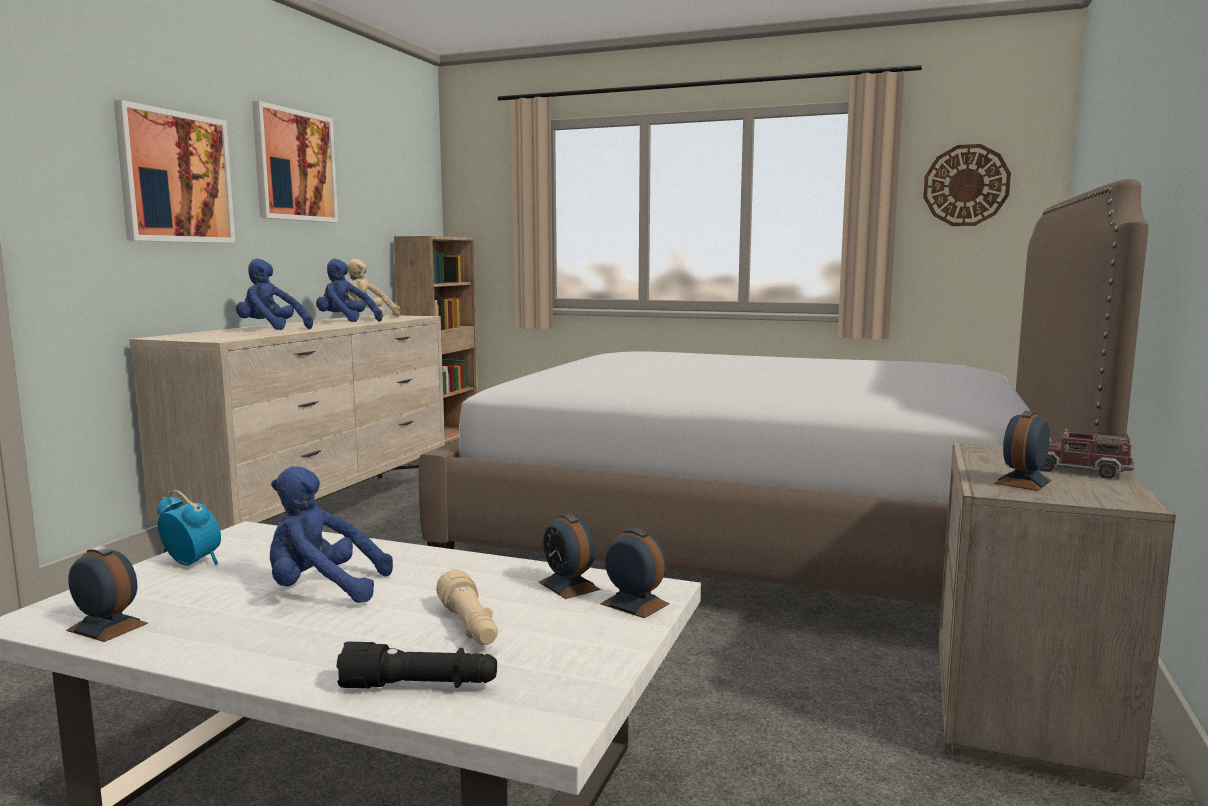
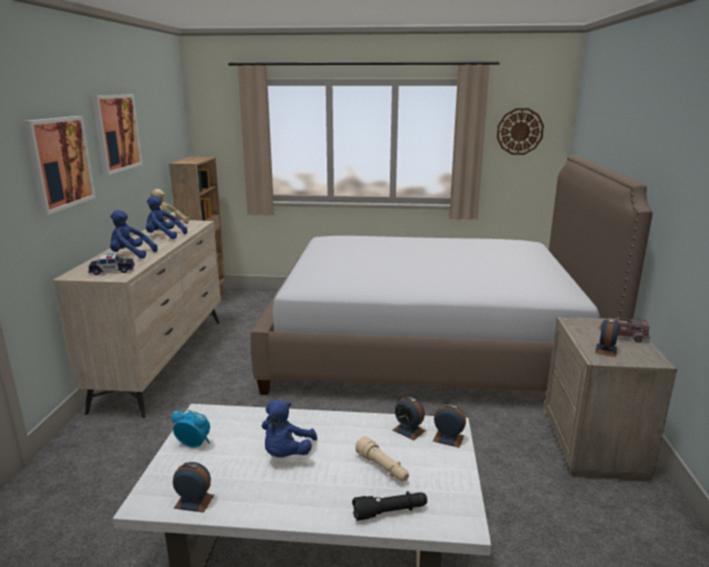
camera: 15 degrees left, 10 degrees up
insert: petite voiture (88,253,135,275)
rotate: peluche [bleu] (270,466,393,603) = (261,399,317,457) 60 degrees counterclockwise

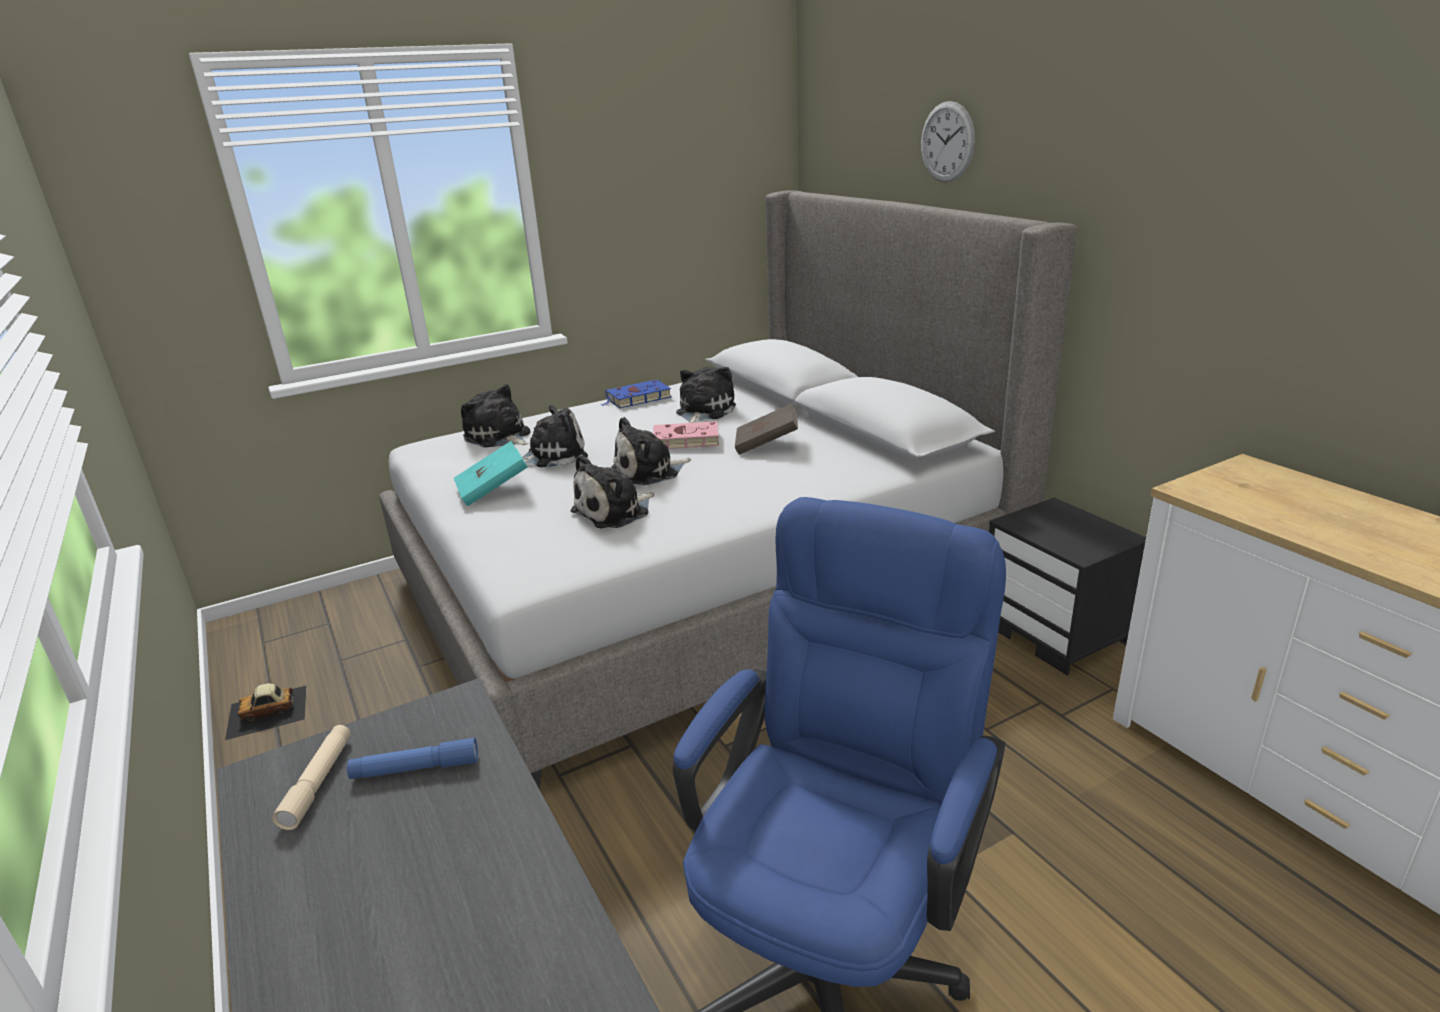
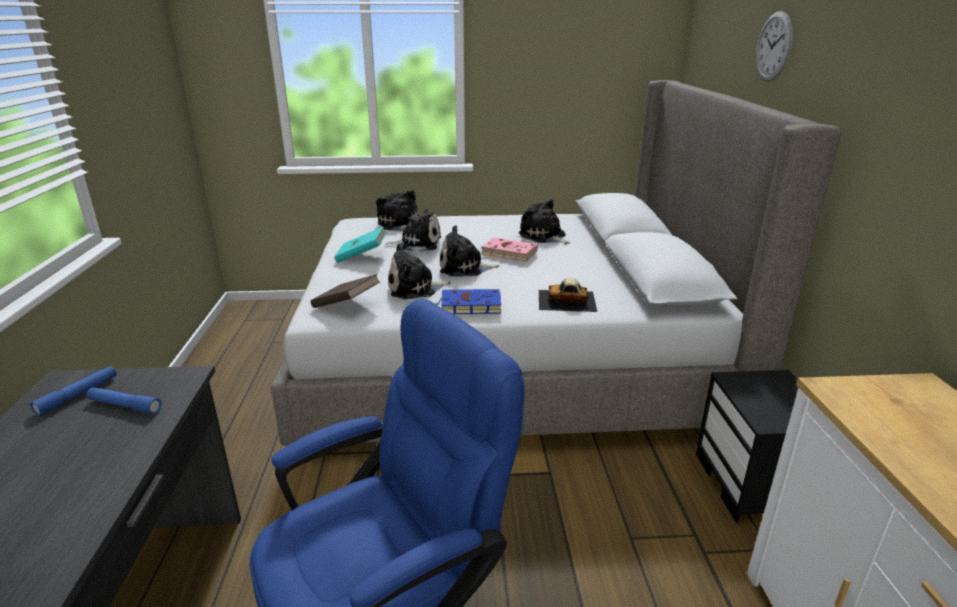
camera: 25 degrees right, 0 degrees up
move: livre [bleu] (600,380,672,408) to (435,289,501,314); livre [marron] (735,403,798,455) to (311,274,380,308); petite voiture (225,683,306,740) to (539,278,597,312)
recolor: lampe de poche [beige] (272,725,351,830) to lampe de poche [bleu] (30,366,117,416)
rotate: peluche (676,367,736,423) = (519,199,570,244) 90 degrees counterclockwise

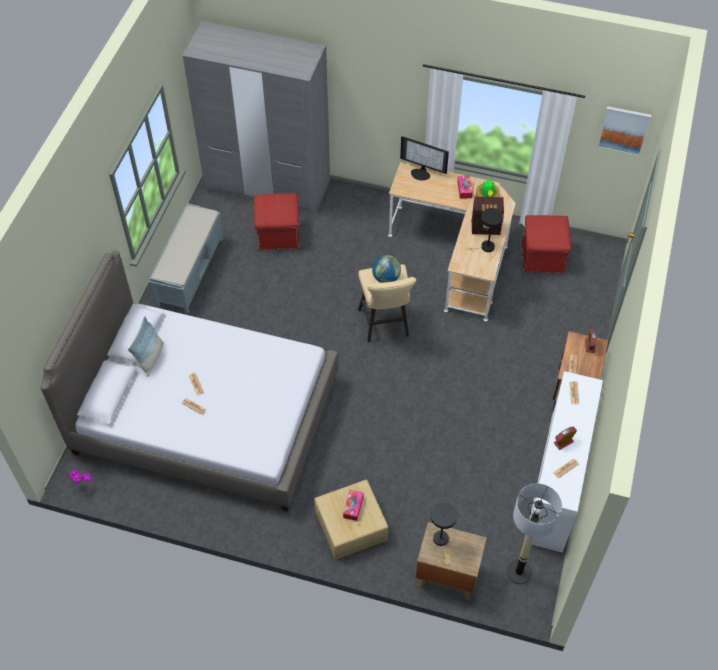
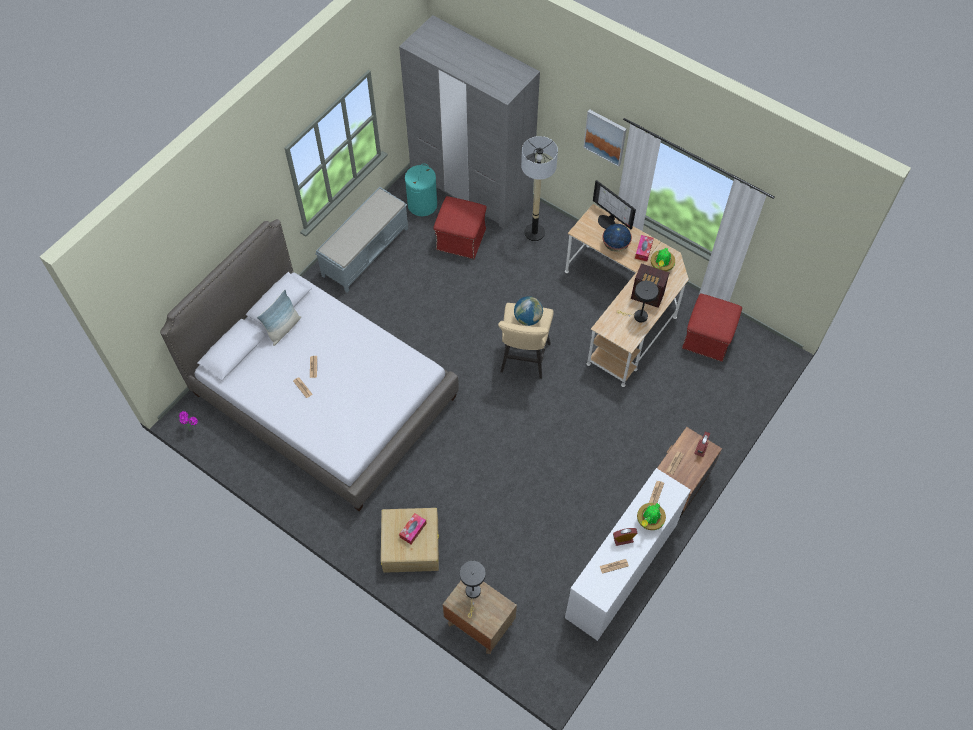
camera: 20 degrees right, 5 degrees up
insert: panier à linge [turquoise] (405,163,437,216); globe (602,224,632,252); plante en pot (637,503,666,530)
move: tableau (597,106,651,156) to (583,109,626,167); lampadaire (506,483,562,585) to (521,136,558,241)

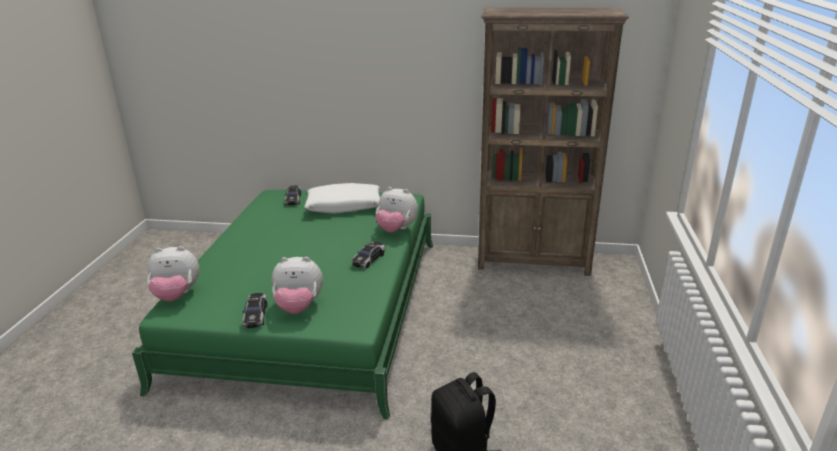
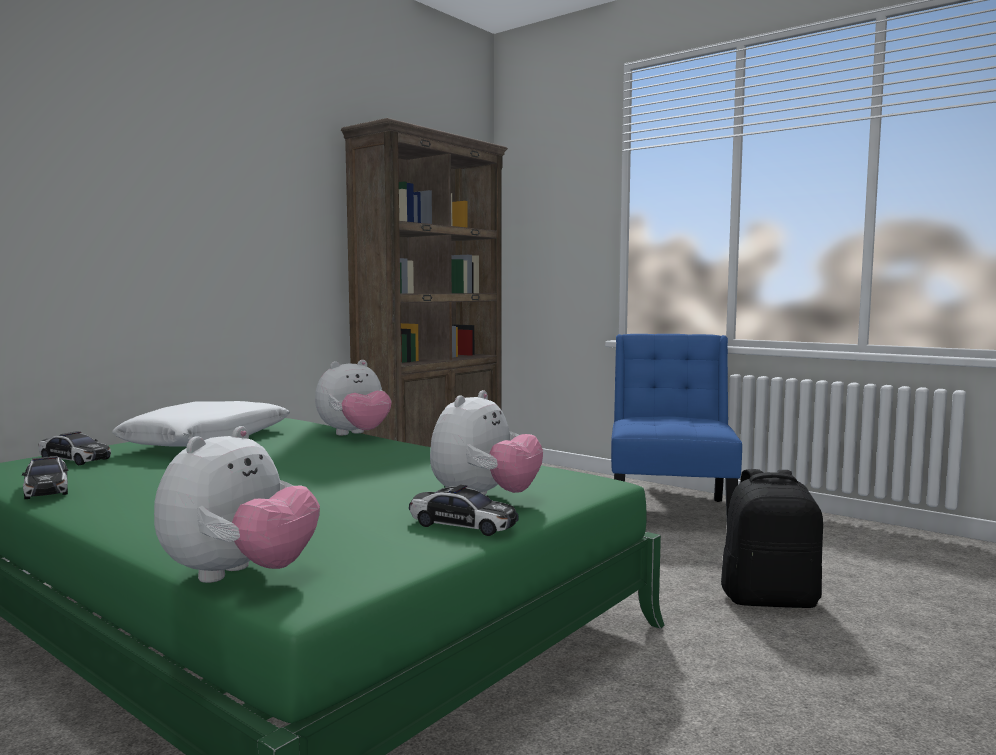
camera: 60 degrees left, 20 degrees down
insert: chaise [bleu] (611,334,742,520)
move: petite voiture (352,242,385,268) to (22,456,68,499)

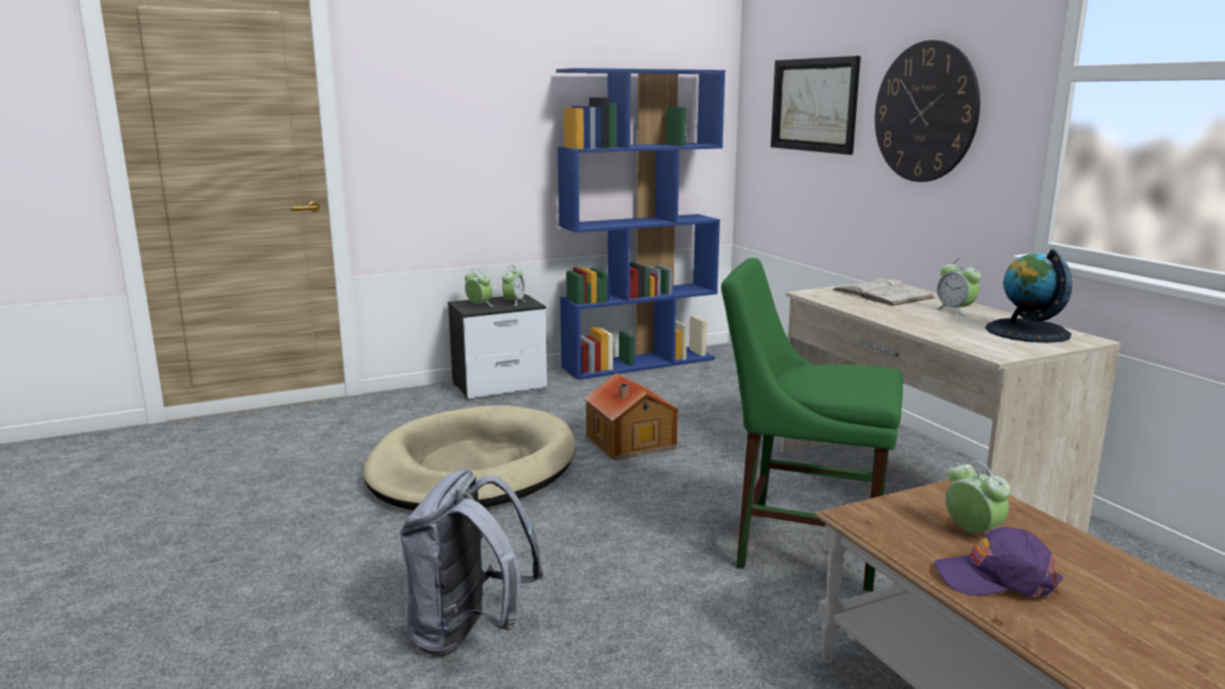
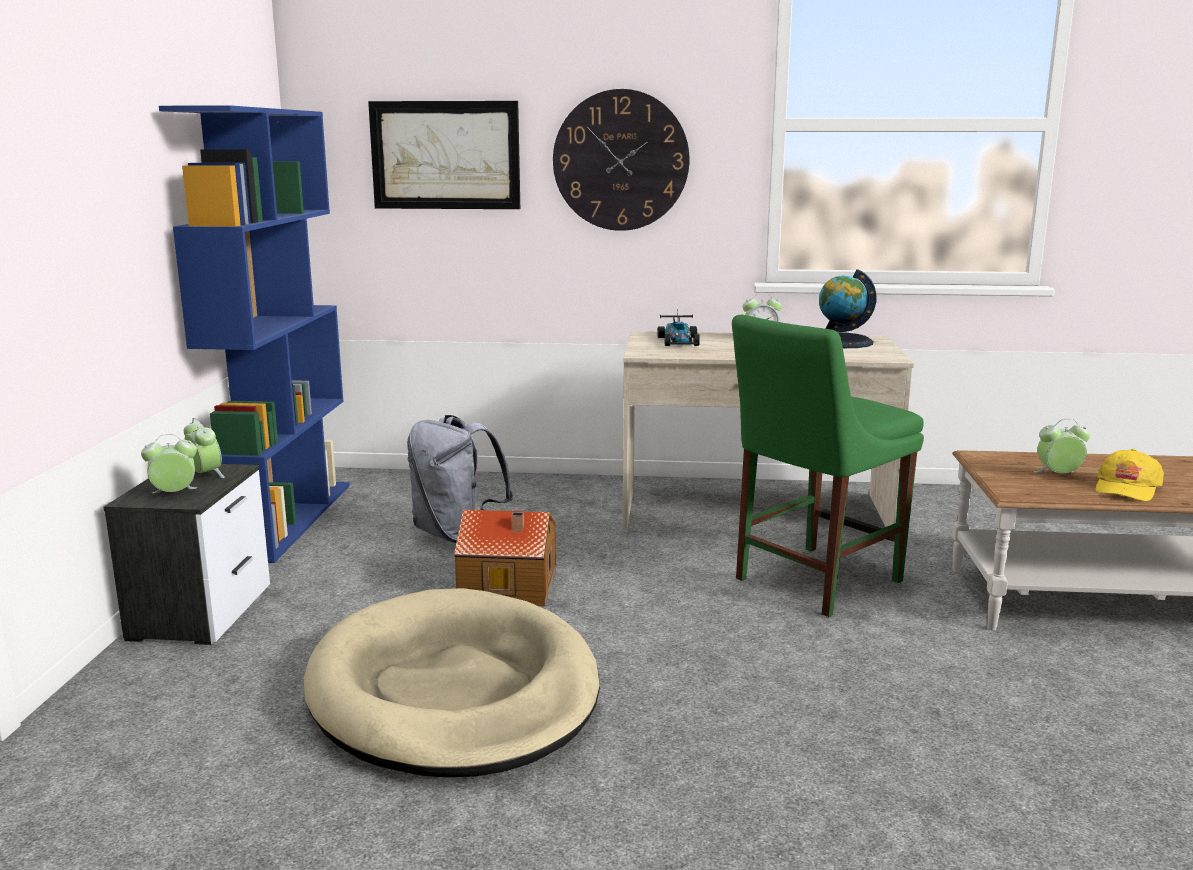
camera: 60 degrees left, 0 degrees up
move: sac à dos [gris] (400,469,544,656) to (407,415,513,543)
replace: livre [blanc] (832,277,935,306) to petite voiture (657,309,700,346)
recolor: casquette [violet] (934,527,1063,597) to casquette [jaune] (1096,449,1164,501)

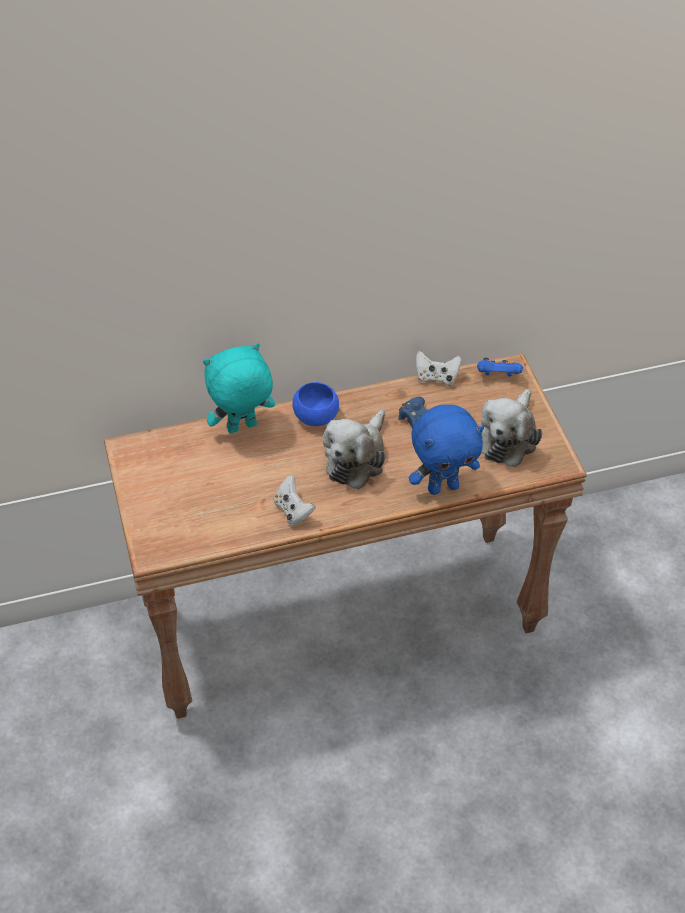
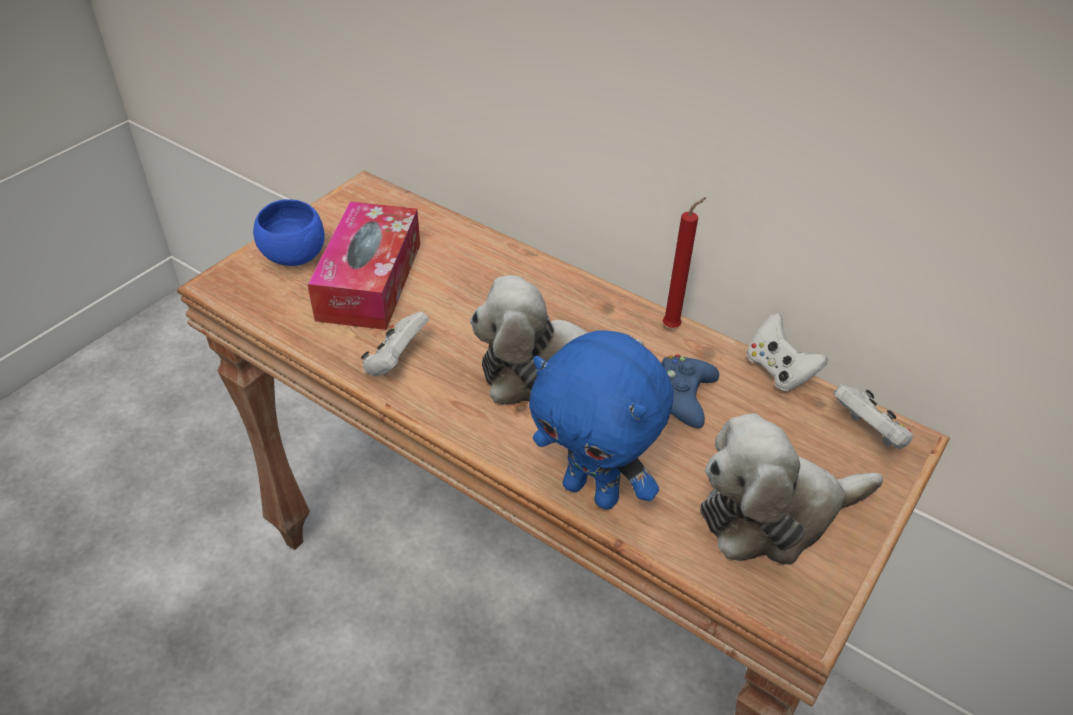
camera: 50 degrees right, 5 degrees down
delete: peluche [turquoise] (203,343,275,434)
insert: bougie [rouge] (663,197,707,328); boîte à mouchoirs (307,201,420,330)
move: bol [bleu] (292,382,339,426) to (253,199,325,266)
recolor: manette [bleu] (477,357,523,376) to manette [blanc] (833,385,913,449)

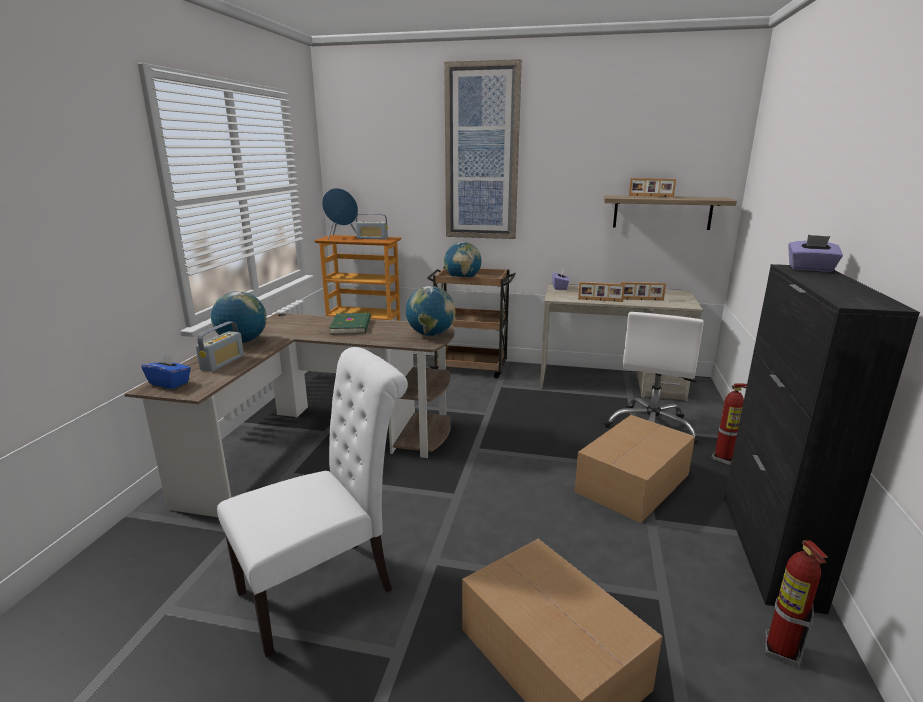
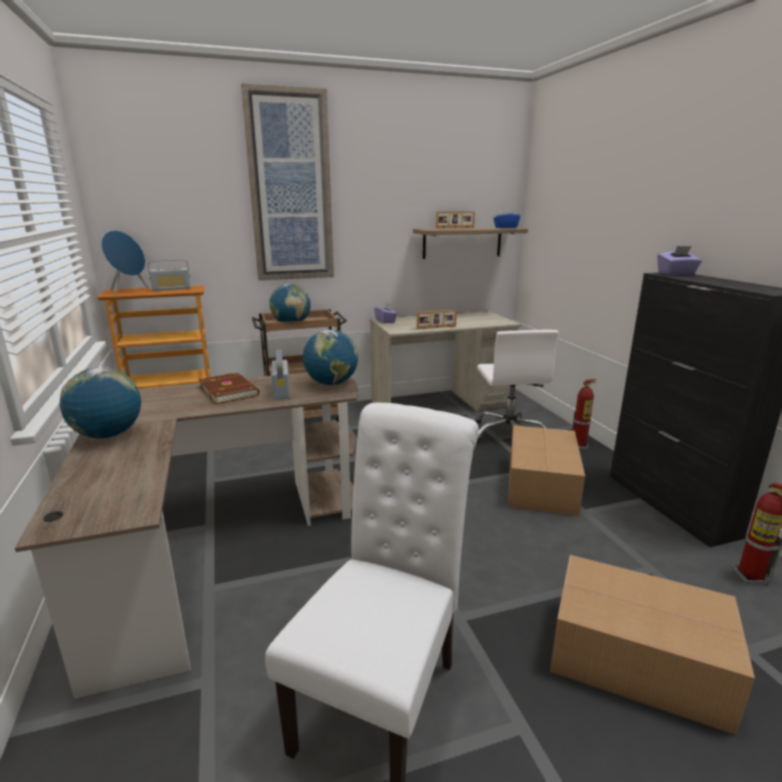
camera: 30 degrees left, 0 degrees up
delete: cadre photo (620,282,666,301)
move: radio (196,321,244,372) to (272,350,290,400); boîte à mouchoirs [bleu] (141,352,191,389) to (493,209,520,228)
recolor: livre [vert] (329,313,371,334) to livre [marron] (198,372,259,404)

